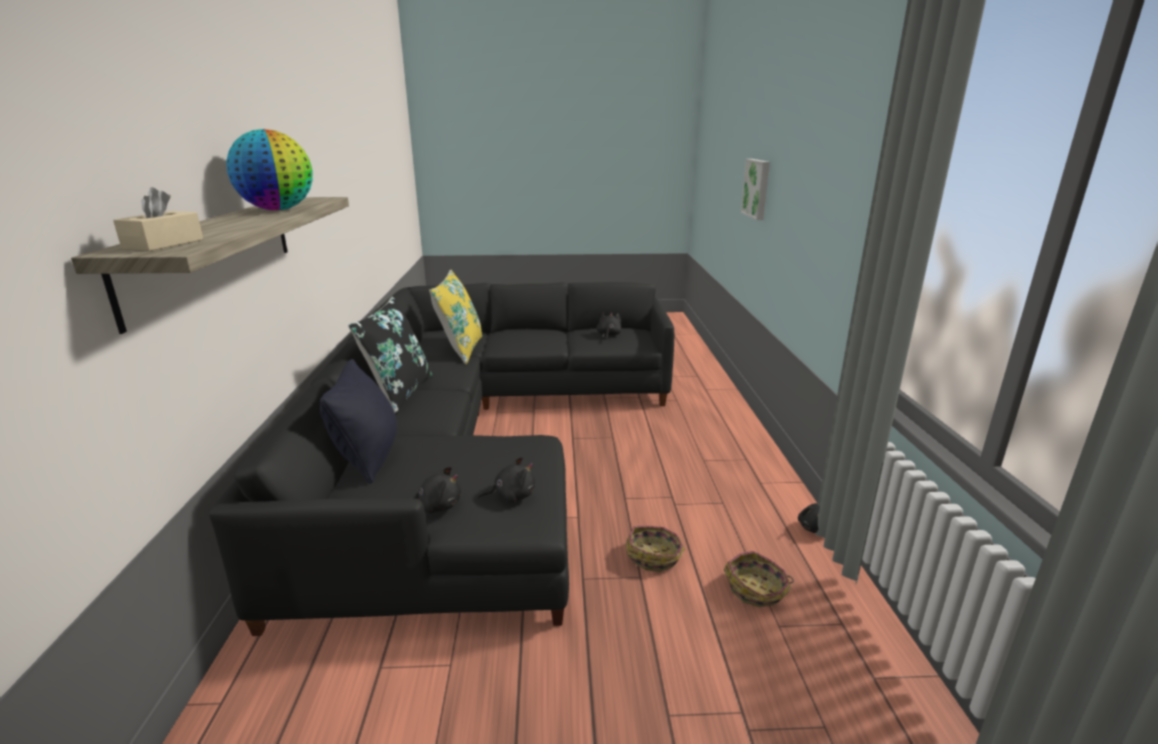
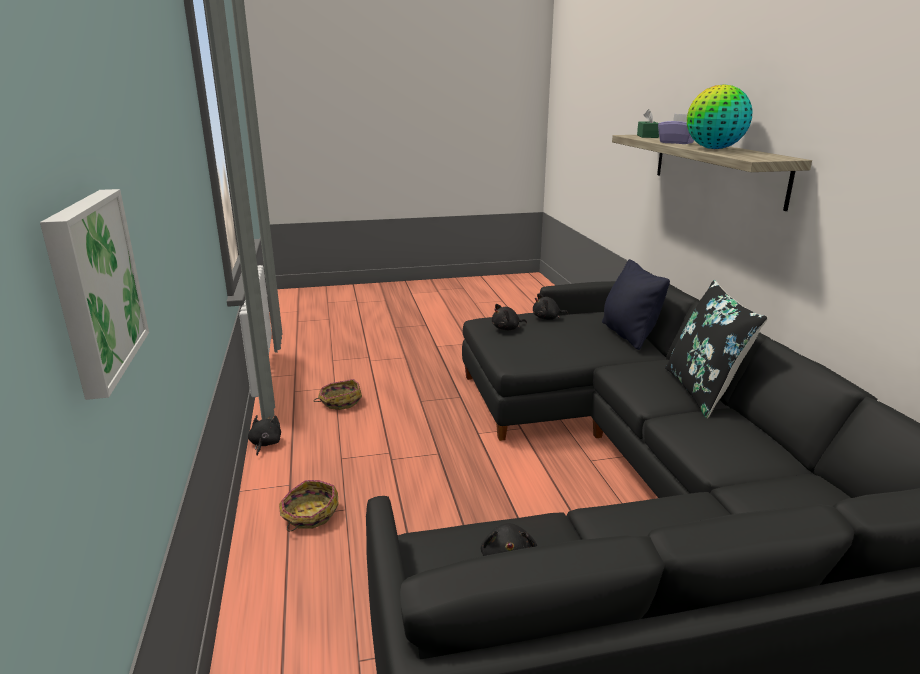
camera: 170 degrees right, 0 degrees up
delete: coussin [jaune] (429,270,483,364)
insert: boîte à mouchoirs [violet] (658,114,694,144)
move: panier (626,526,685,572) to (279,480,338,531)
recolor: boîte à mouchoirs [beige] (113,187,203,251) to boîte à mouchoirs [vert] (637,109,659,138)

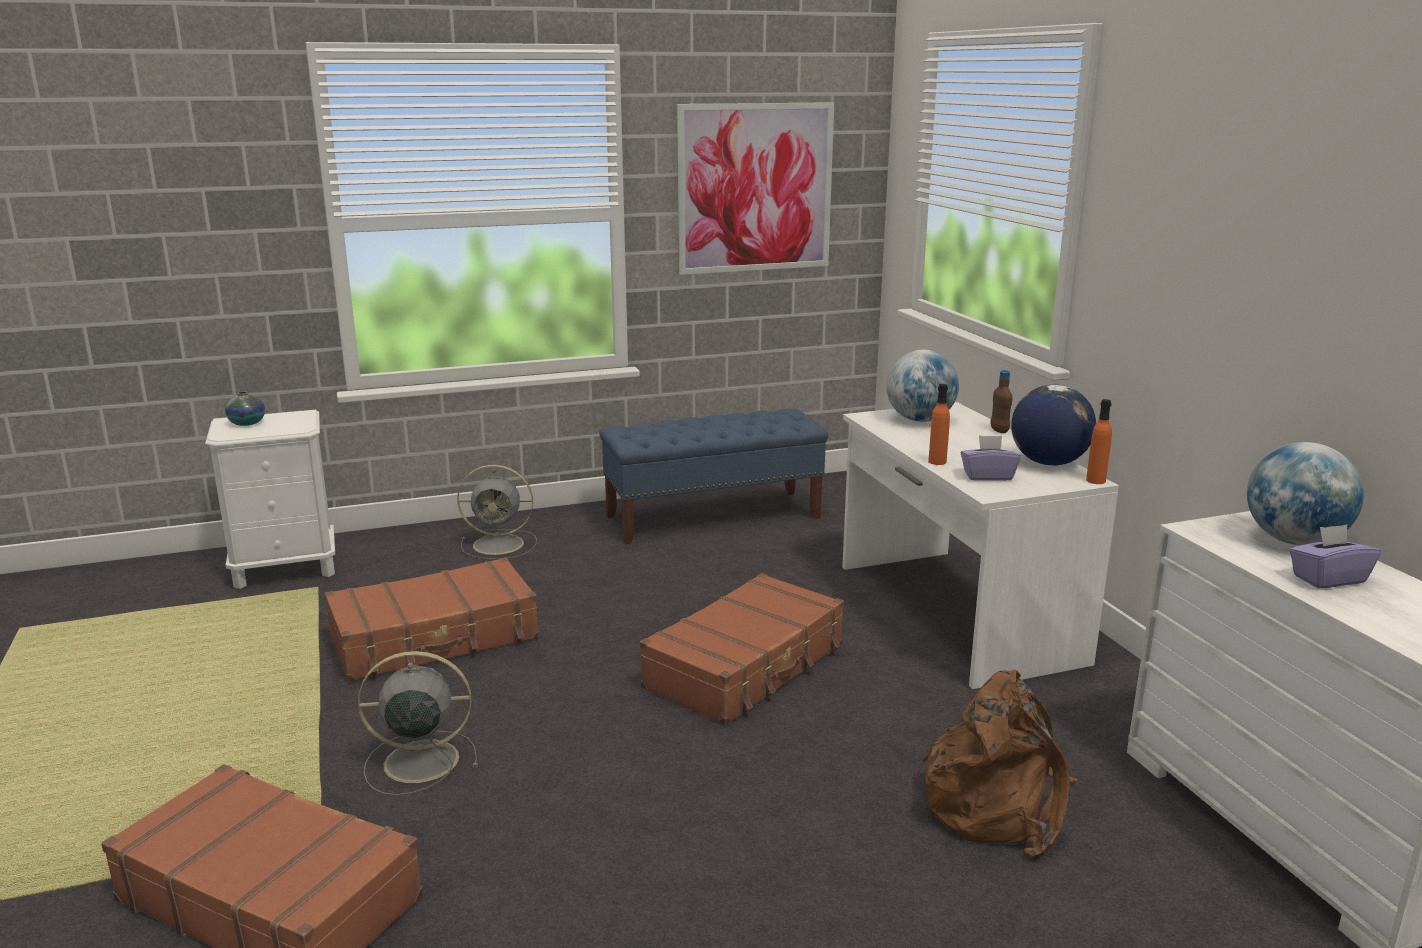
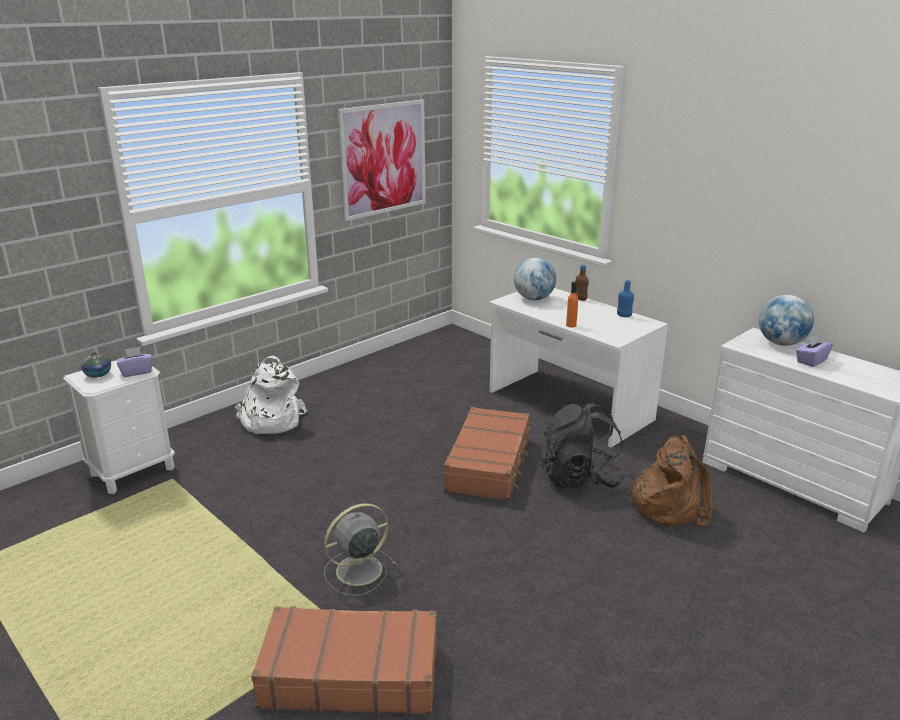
camera: 25 degrees left, 5 degrees up
delete: bouteille [orange] (1086,399,1112,484); banc [bleu] (599,408,828,545); valise [marron] (325,557,539,681)
insert: sac à dos [noir] (540,402,626,488)
move: boîte à mouchoirs [violet] (961,435,1021,481) to (117,347,152,377)
replace: globe (1011,385,1096,466) to bouteille [bleu] (617,280,634,317); ventilateur [gris] (457,465,537,559) to sac à dos [blanc] (234,356,307,434)

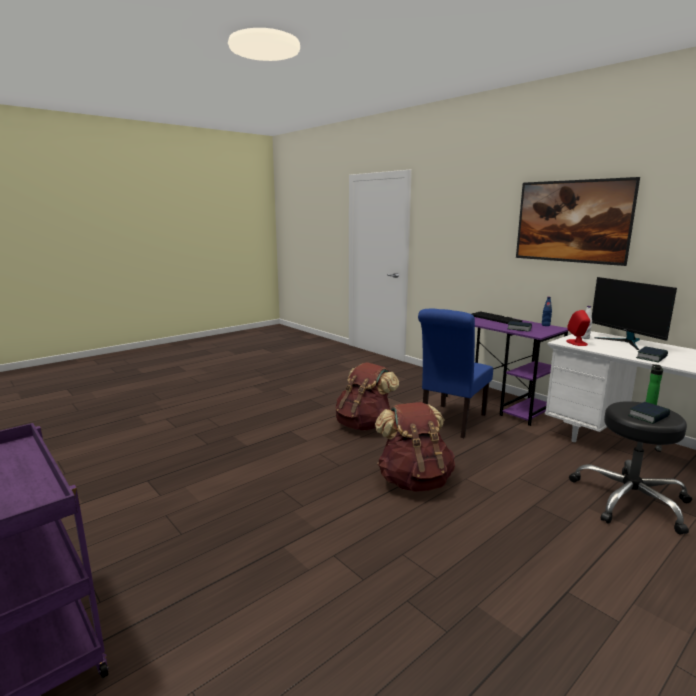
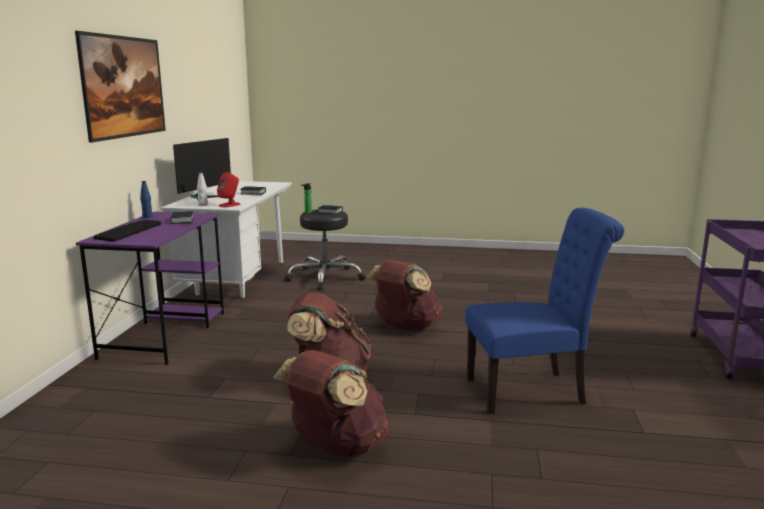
camera: 130 degrees left, 0 degrees up
insert: sac à dos [marron] (273,350,389,457)
move: chaise [bleu] (418,309,493,438) to (465,208,624,414)

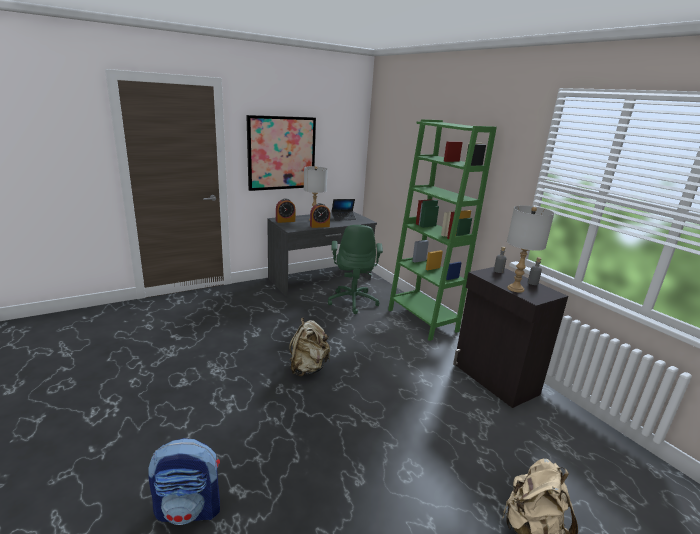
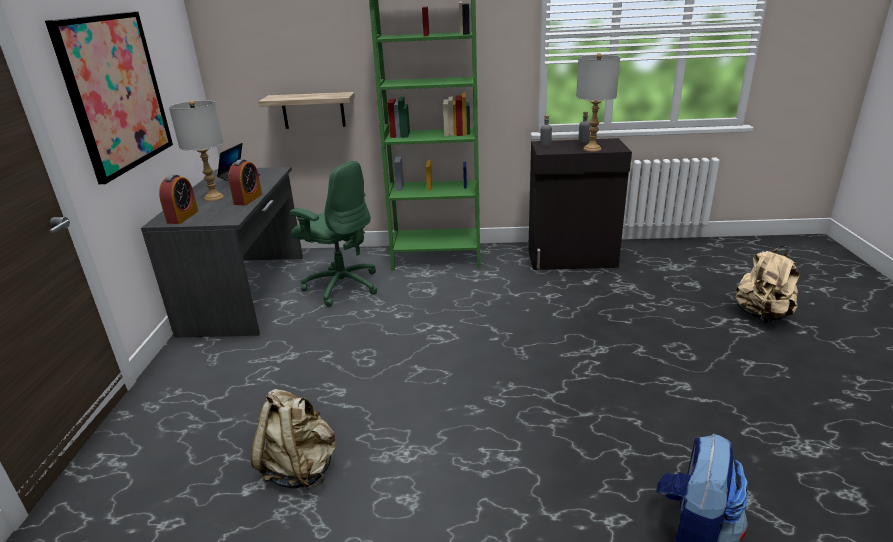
camera: 55 degrees left, 5 degrees up
insert: étagère (258,92,355,129)
move: sac à dos [beige] (289,318,330,376) to (251,389,336,490)

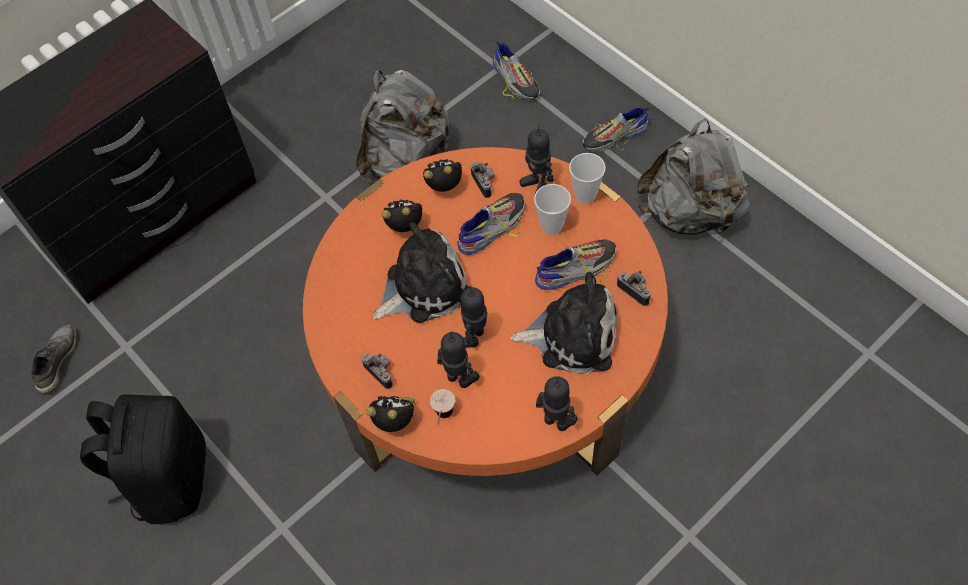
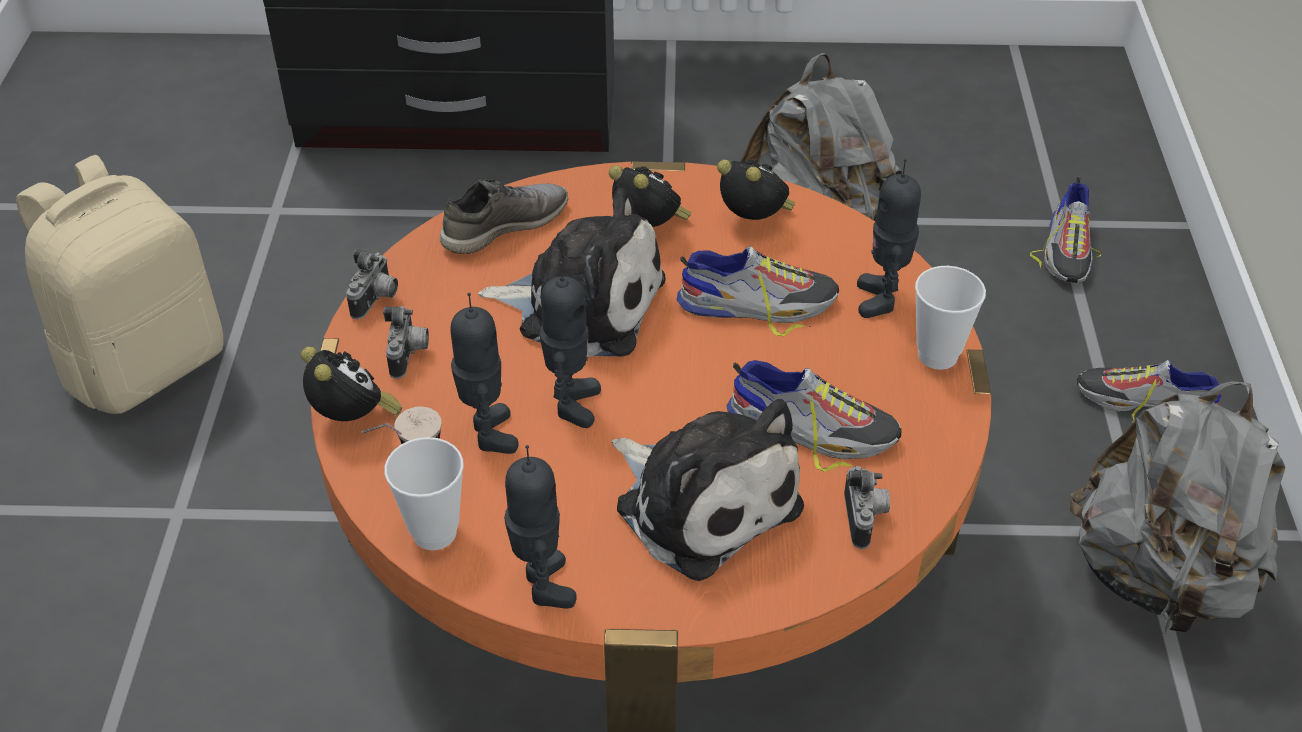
camera: 40 degrees right, 15 degrees down
move: appareil photo (471,162,495,198) to (346,249,398,319); tasse (534,184,571,235) to (384,437,464,550); chaussure [gris] (31,325,77,393) to (440,179,568,254)
recolor: sac à dos [noir] (80,394,206,524) to sac à dos [beige] (16,155,223,414)
rotate: robot jouet (460,286,487,347) = (539,262,601,428) 120 degrees clockwise

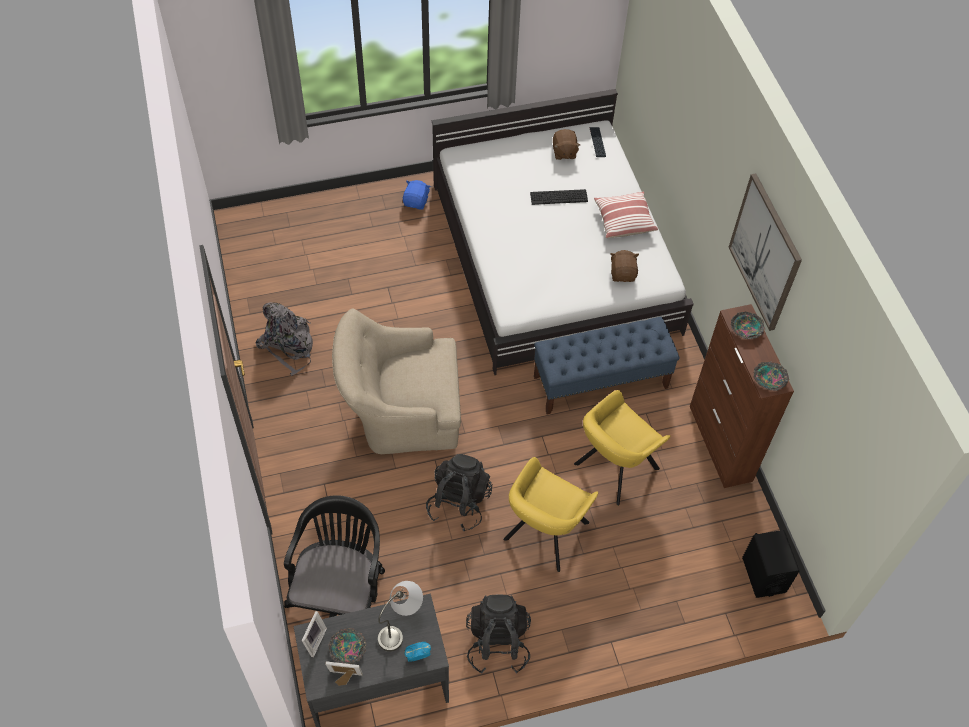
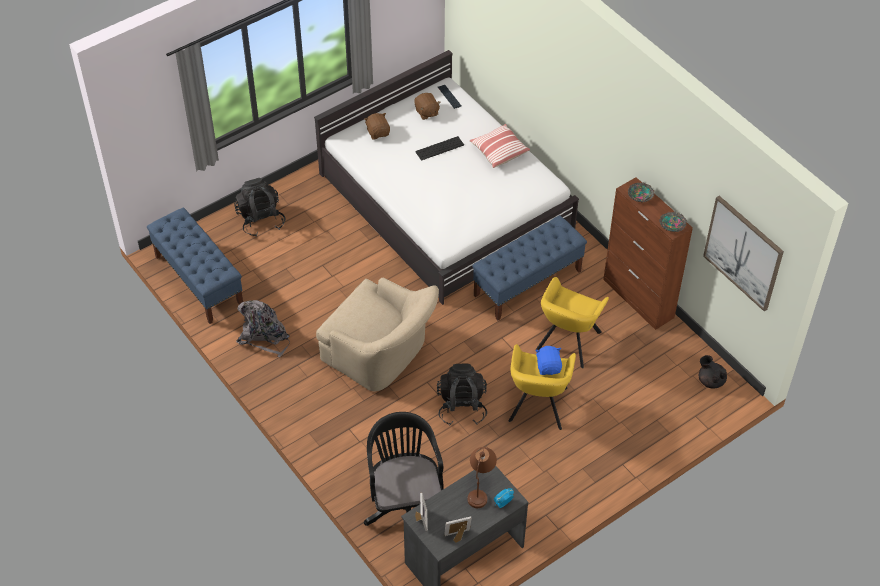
camera: 20 degrees left, 5 degrees down
delete: bol (328,628,366,664)
insert: banc [bleu] (147,208,243,324)
move: tableau (728,173,802,331) to (703,196,784,311); peluche [bleu] (403,180,431,210) to (535,346,562,375); peluche [marron] (611,250,639,282) to (364,113,390,139); sac à dos [noir] (466,595,531,674) to (234,178,285,236)
replace: enceinte [noir] (742,530,799,598) to théière [noir] (699,355,727,388)
recolor: lampe de table [gris] (378,581,423,652) to lampe de table [marron] (468,447,497,508)
rotate: fauteuil [beige] (332,308,461,454) = (316,278,439,392) 120 degrees counterclockwise

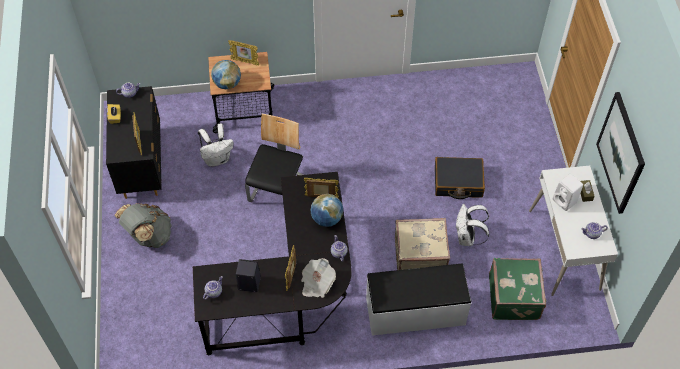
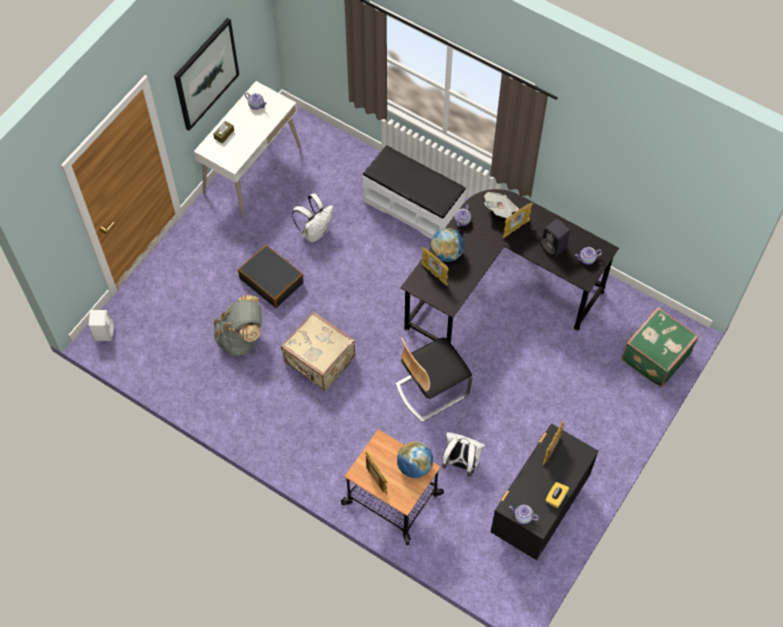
camera: 140 degrees left, 5 degrees up
move: enceinte [blanc] (552,174,583,211) to (89,310,114,341); sac à dos [gris] (114,203,172,248) to (214,295,262,356); valise [beige] (395,218,450,270) to (281,311,355,391); valise [vert] (489,258,546,320) to (622,307,699,388)

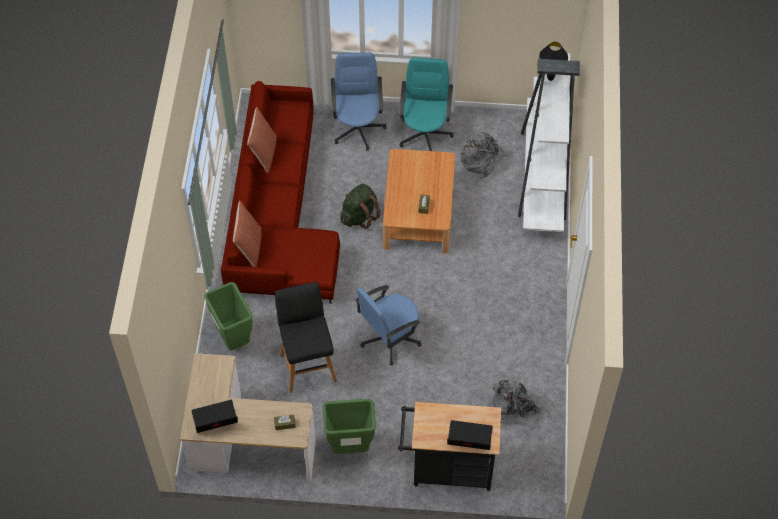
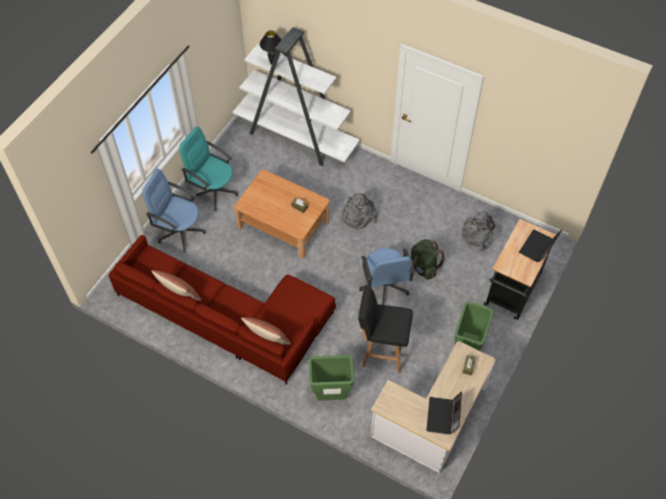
camera: 65 degrees left, 0 degrees up
move: sac à dos [gris] (461,132,509,179) to (340,193,377,229); sac à dos [vert] (340,183,381,229) to (411,239,445,280)

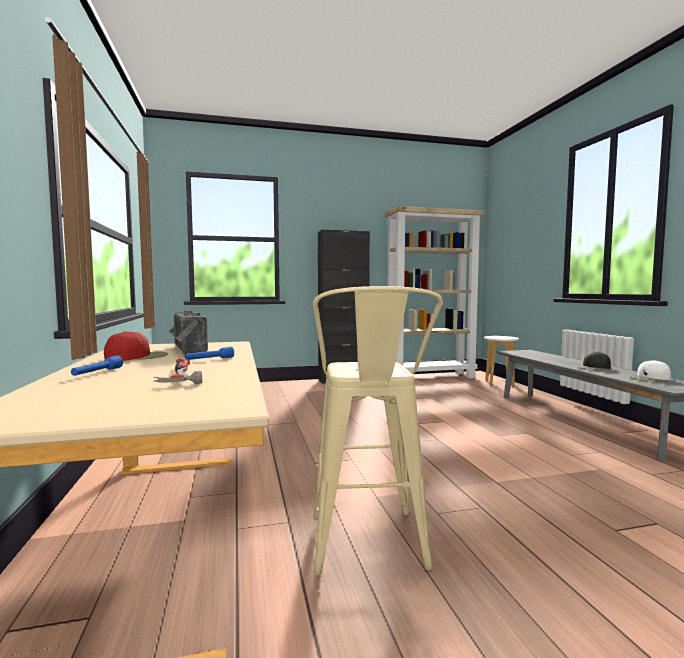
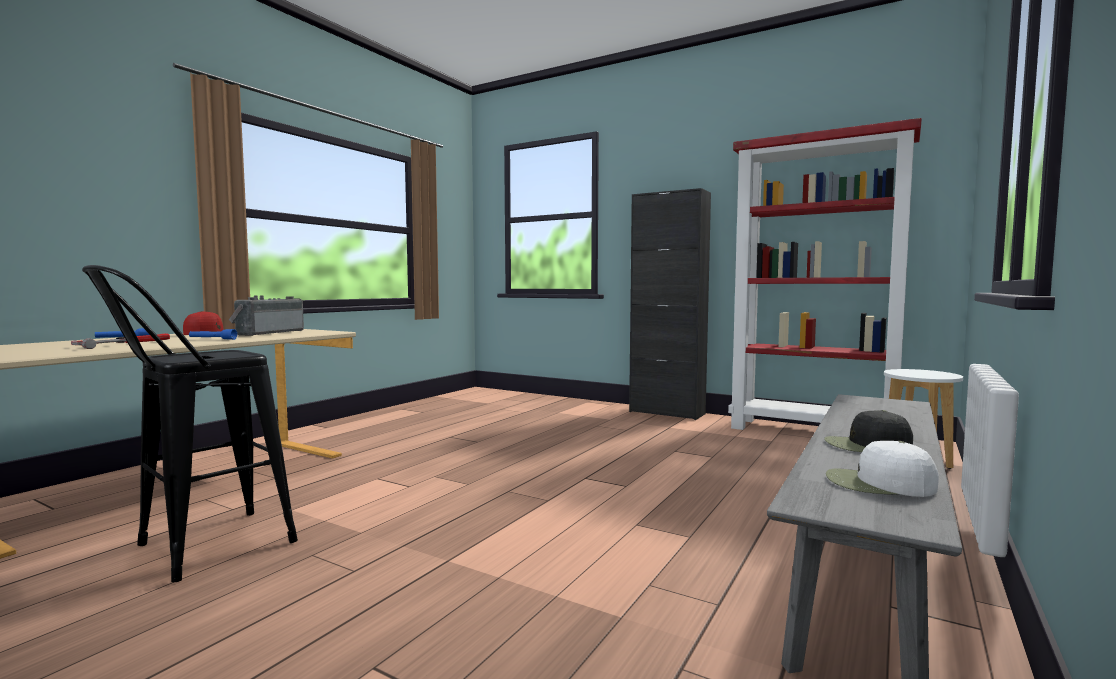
camera: 45 degrees right, 0 degrees up
recolor: bibliothèque [beige] (385,206,484,378) to bibliothèque [rouge] (728,118,922,430); tabouret [beige] (313,286,443,575) to tabouret [noir] (82,265,298,582)

